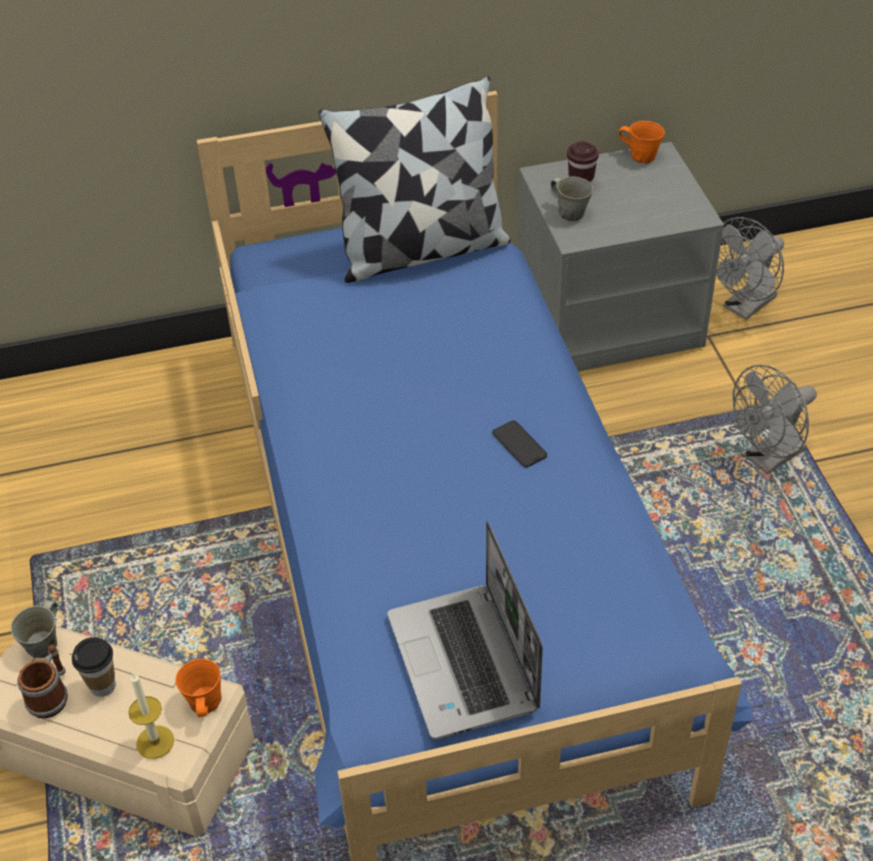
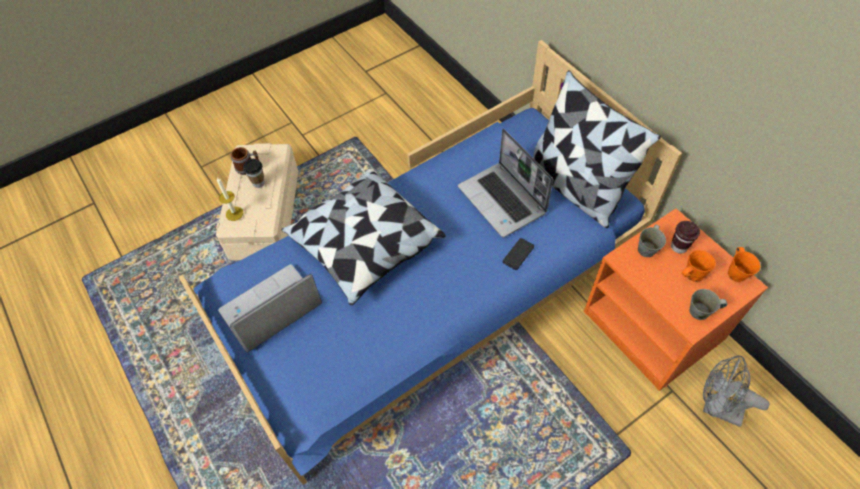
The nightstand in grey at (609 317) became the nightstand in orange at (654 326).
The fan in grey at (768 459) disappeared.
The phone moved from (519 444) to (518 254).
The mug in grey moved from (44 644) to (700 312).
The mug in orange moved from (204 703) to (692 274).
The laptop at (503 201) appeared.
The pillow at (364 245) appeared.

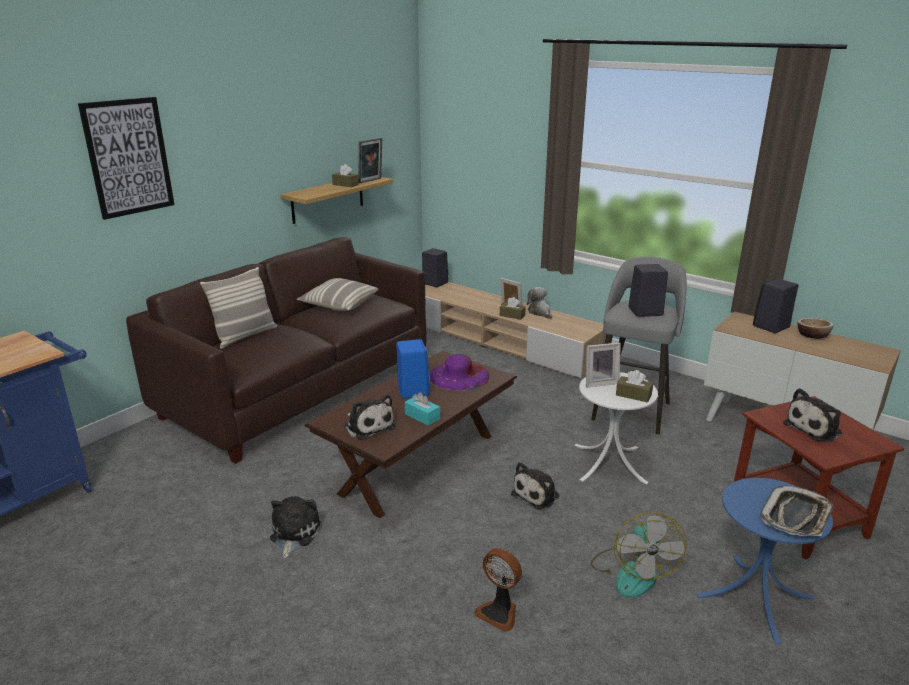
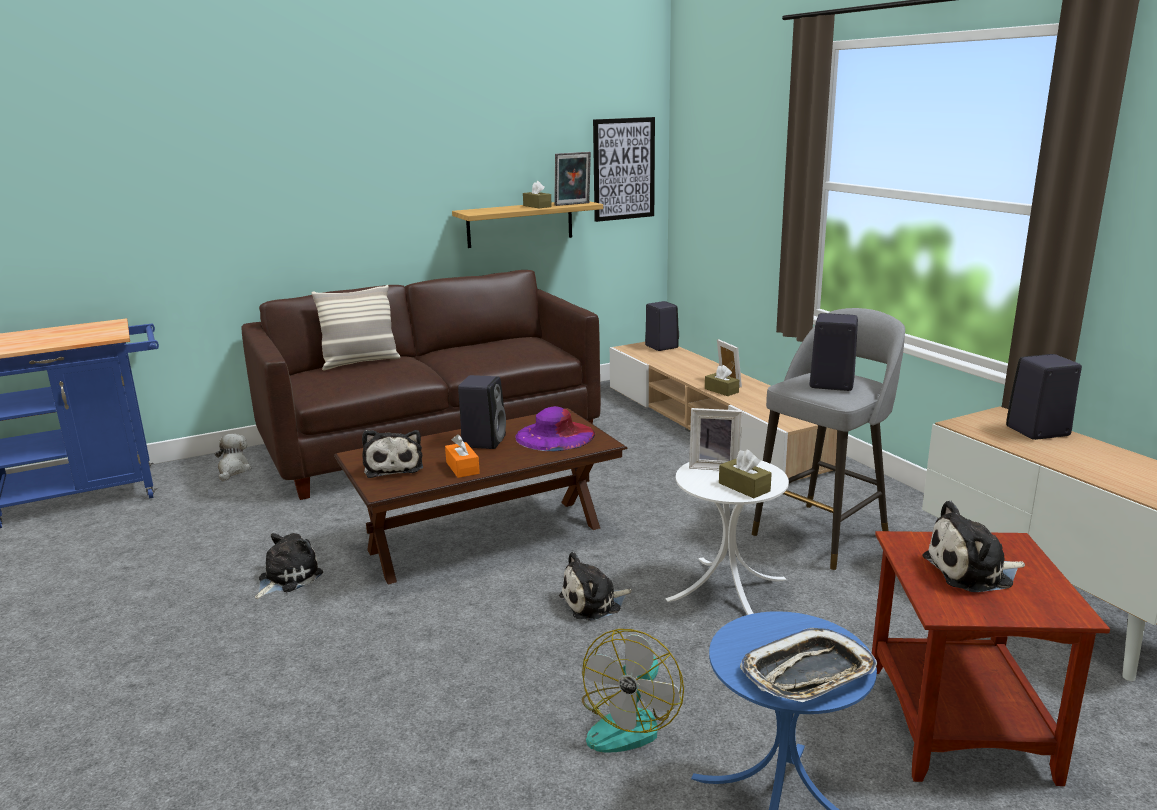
The picture moved from (128 157) to (623 169).
The pillow at (339 305) disappeared.
The plush toy moved from (540 312) to (233 470).
The bowl at (812 335) disappeared.
The speaker in blue at (412 390) became the speaker in black at (484 441).
The tissue box in turquoise at (422 416) became the tissue box in orange at (462 468).
The fan at (499 612) disappeared.

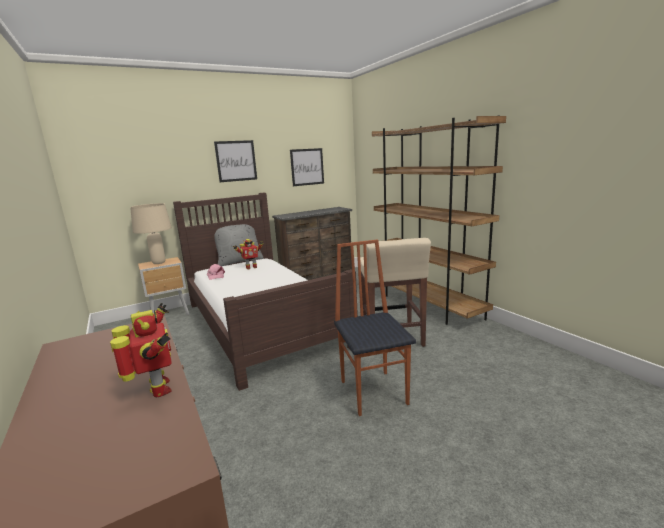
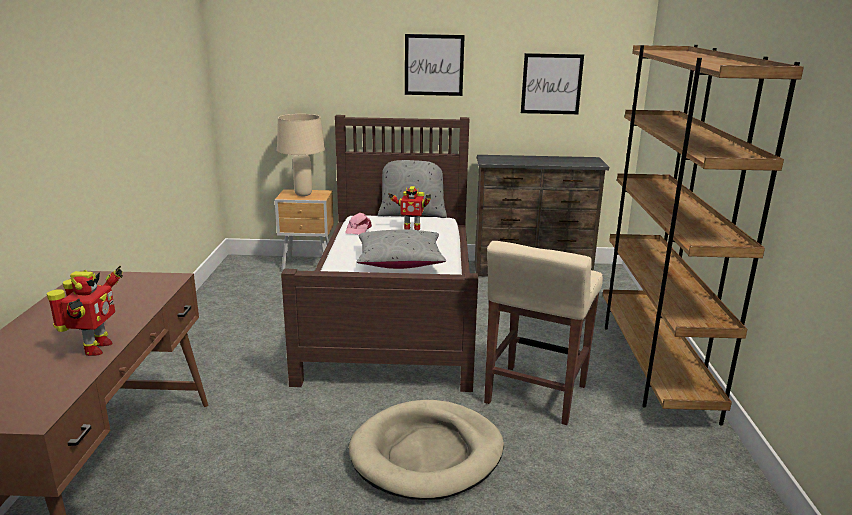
The chair at (374 391) was replaced by the dog bed in beige at (427 454).
The pillow in grey at (400 261) appeared.

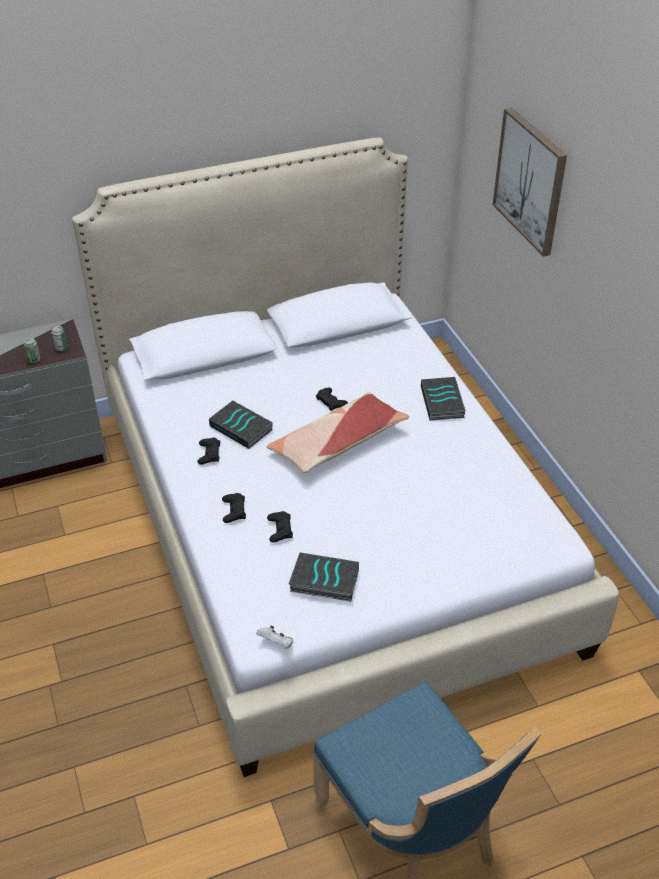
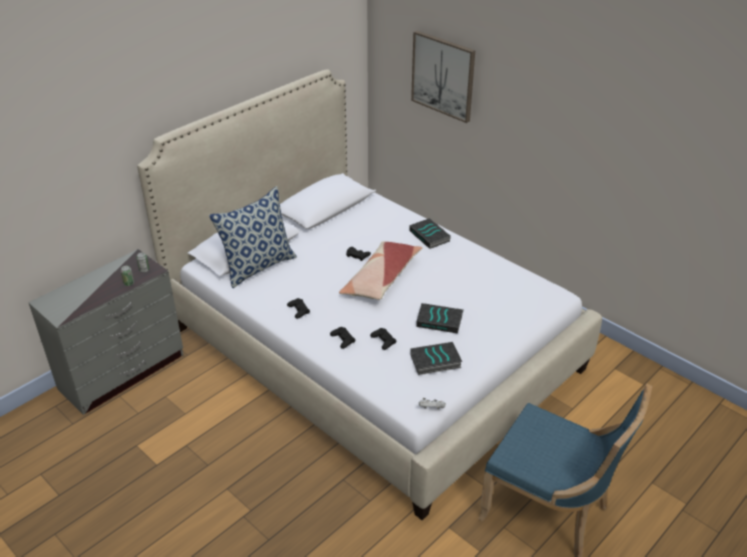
The book moved from (242 428) to (440 320).
The pillow at (258 266) appeared.

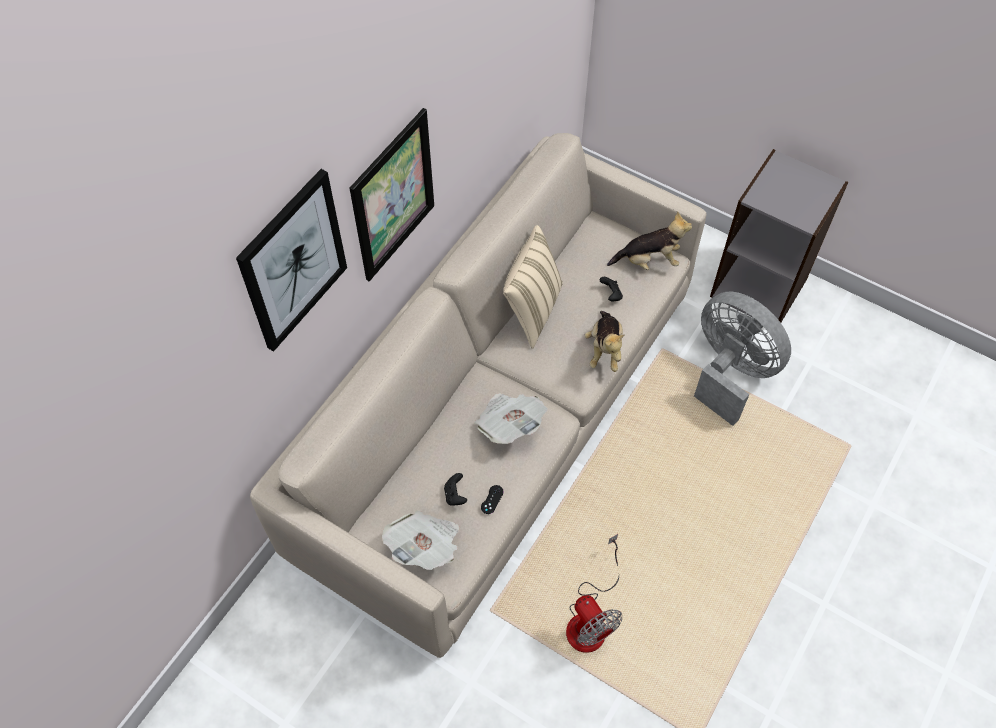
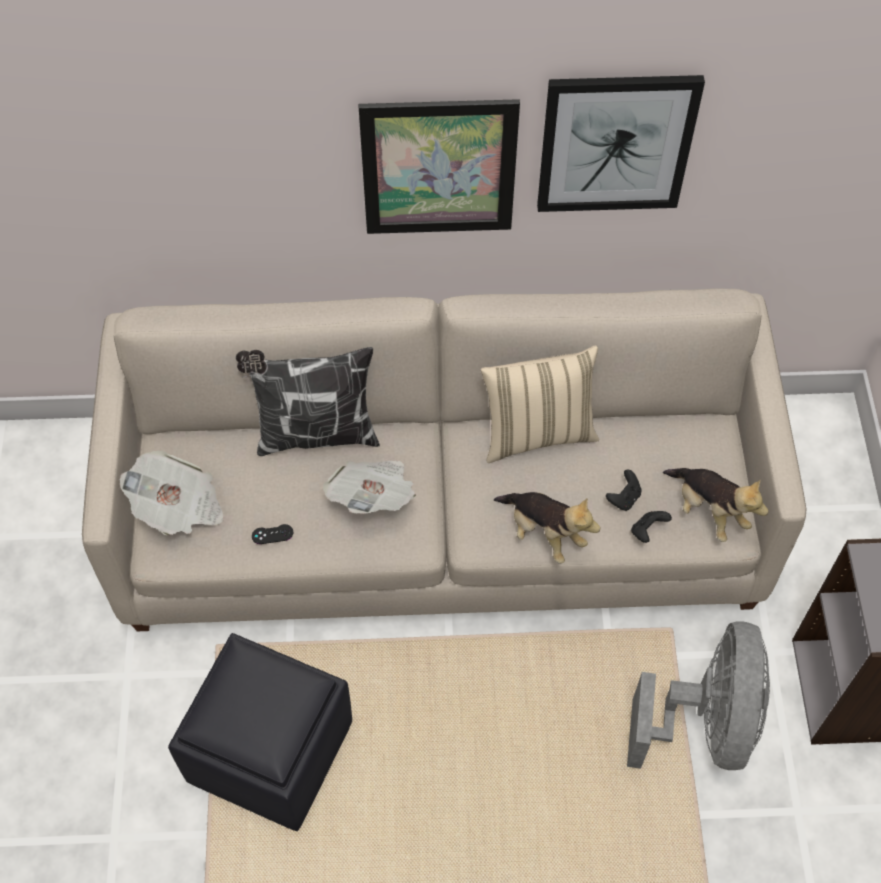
The picture moved from (293 261) to (615 143).
The plush toy at (604 349) turned 105 degrees counterclockwise.
The game controller in black moved from (455 495) to (647 531).
The fan at (590 619) was replaced by the ottoman in black at (272 750).
The pillow at (314 434) appeared.

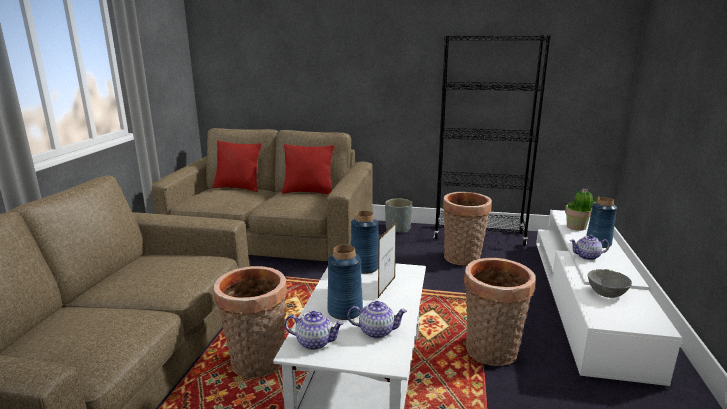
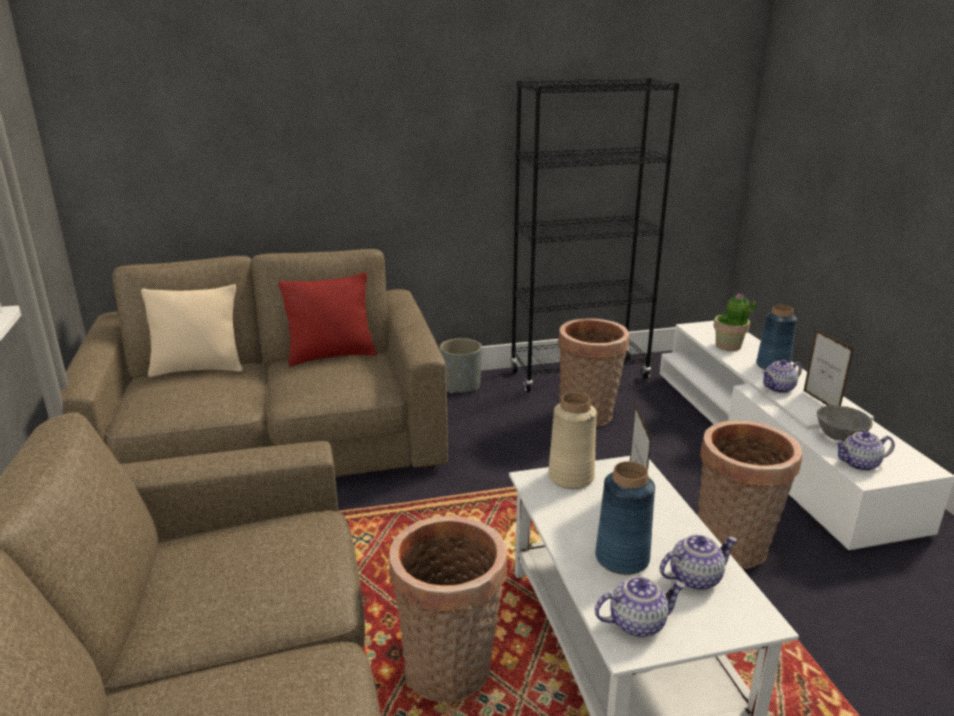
The pillow in red at (238 188) became the pillow in beige at (198 369).
The vase in blue at (364 267) became the vase in beige at (571 477).
The picture frame at (820 402) appeared.
The teapot at (859 464) appeared.

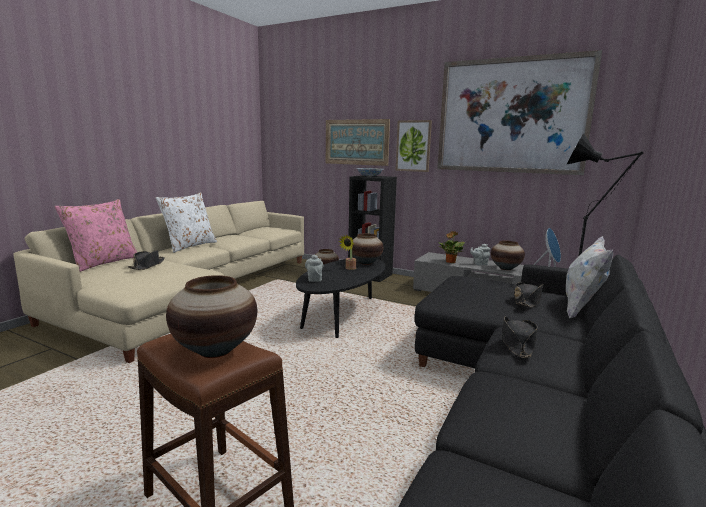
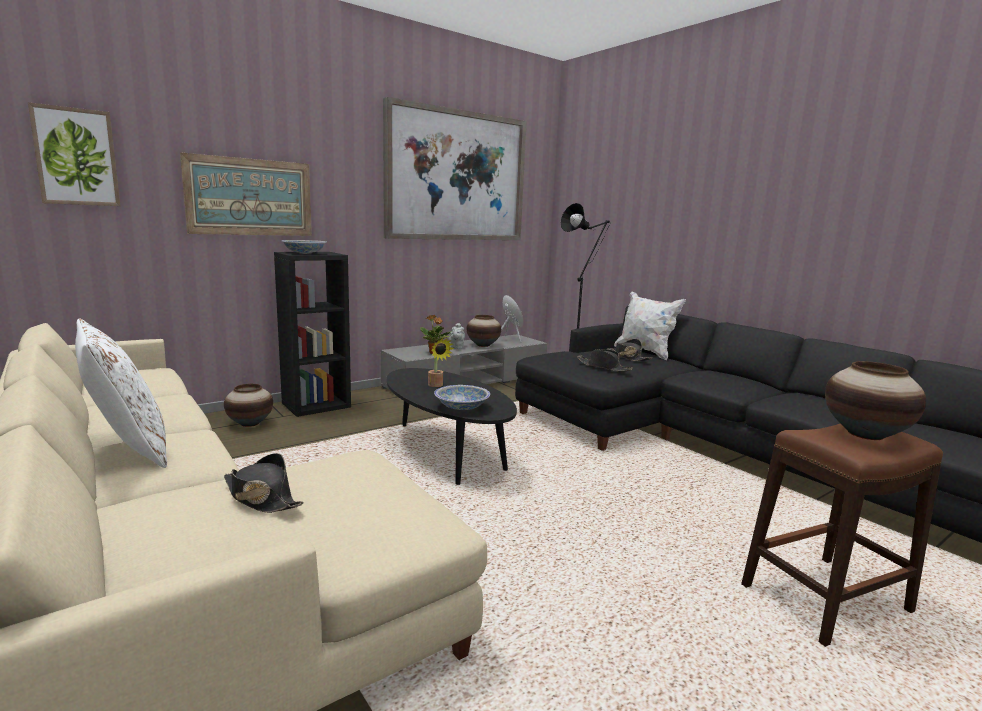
The picture moved from (413 146) to (76 157).
The pillow in pink at (103 263) disappeared.
The vase at (365 263) disappeared.
The teapot in grey at (314 279) was replaced by the bowl at (462 407).
The hat in black moved from (517 343) to (604 367).

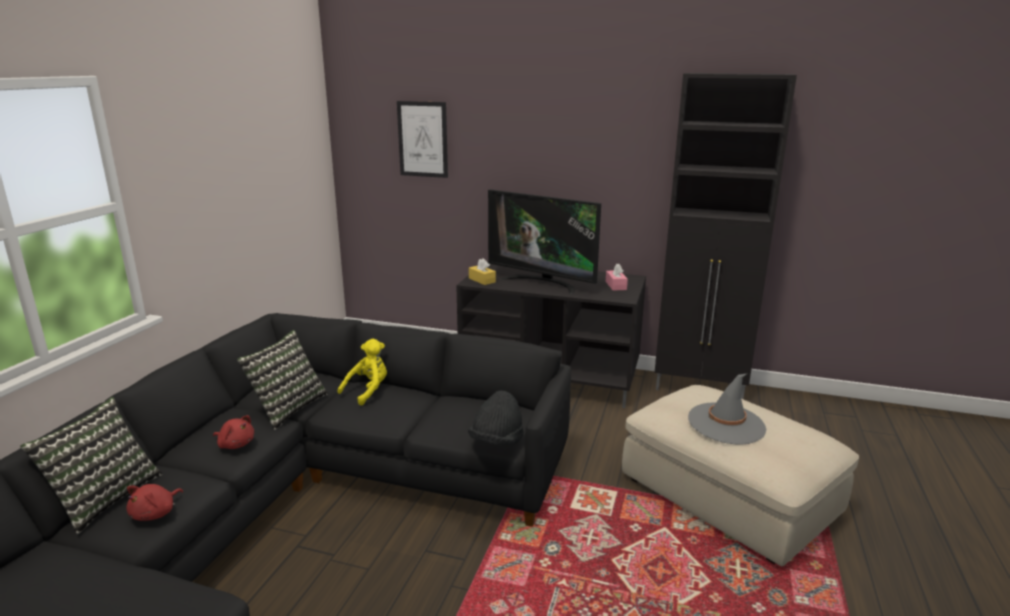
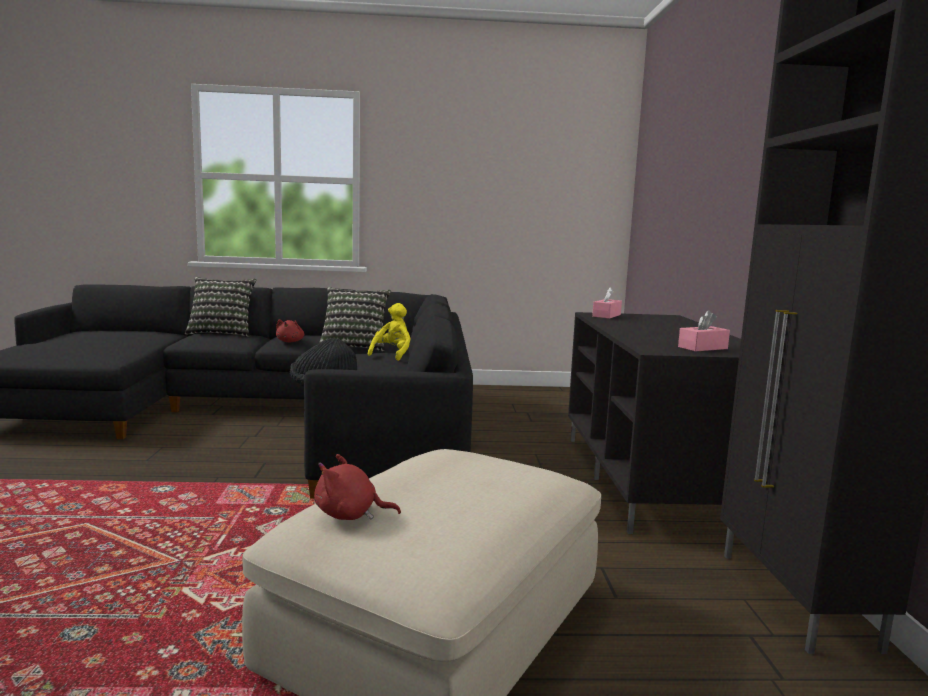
The picture at (422 139) disappeared.
The television at (542 283) disappeared.
The tissue box in yellow at (482 280) became the tissue box in pink at (606 315).
The plush toy in yellow at (368 391) turned 90 degrees counterclockwise.
The hat in grey at (726 424) disappeared.
The plush toy in red moved from (156 513) to (350 515).

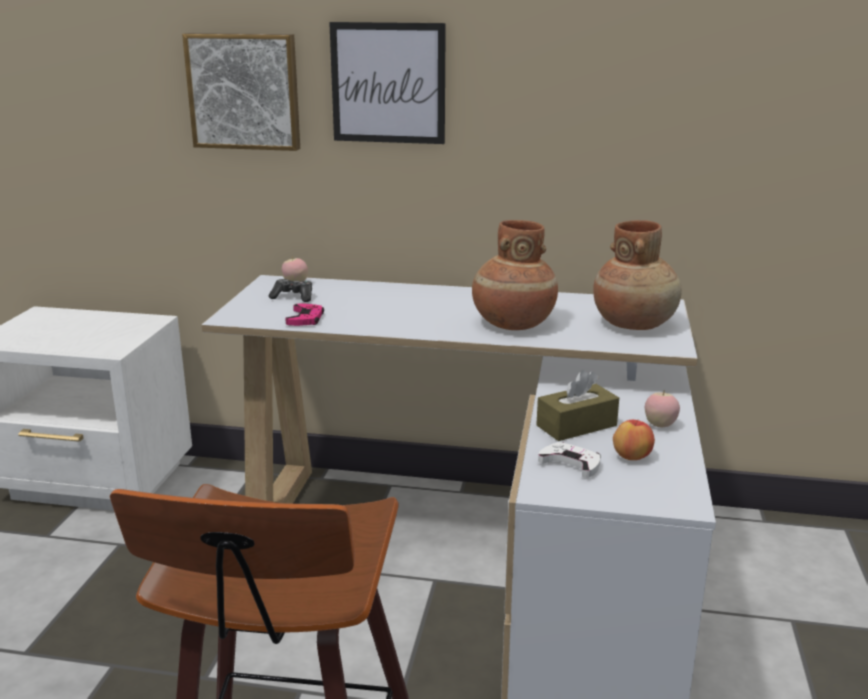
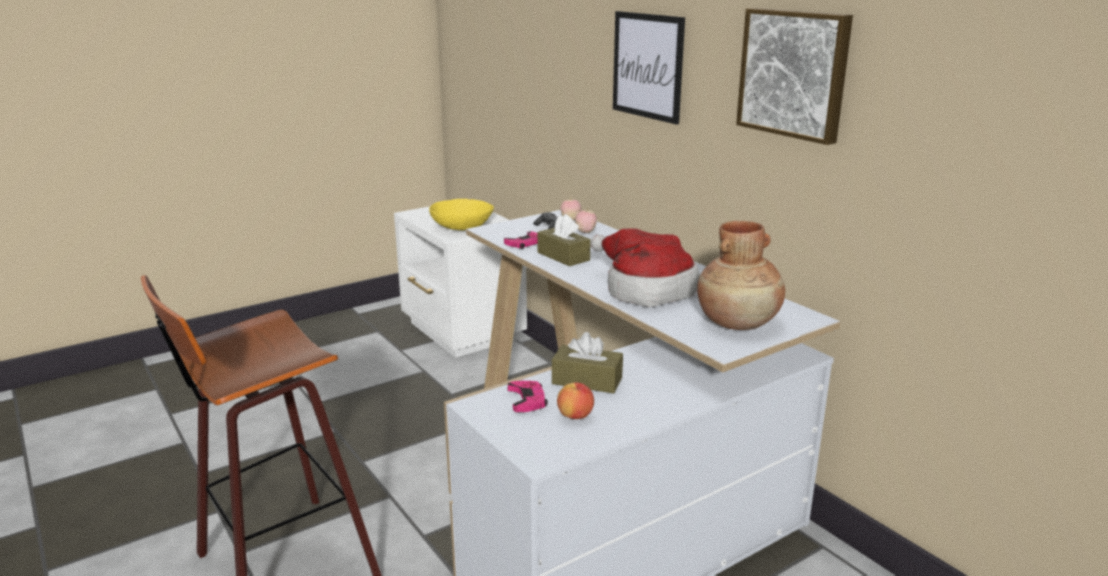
The picture moved from (245 91) to (795 73).
The vase in brown at (512 324) was replaced by the hat at (645 290).
The apple moved from (660 425) to (585 232).
The game controller in white at (571 463) became the game controller in pink at (527 400).
The bowl in yellow at (461 226) appeared.
The tissue box in brown at (563 256) appeared.

